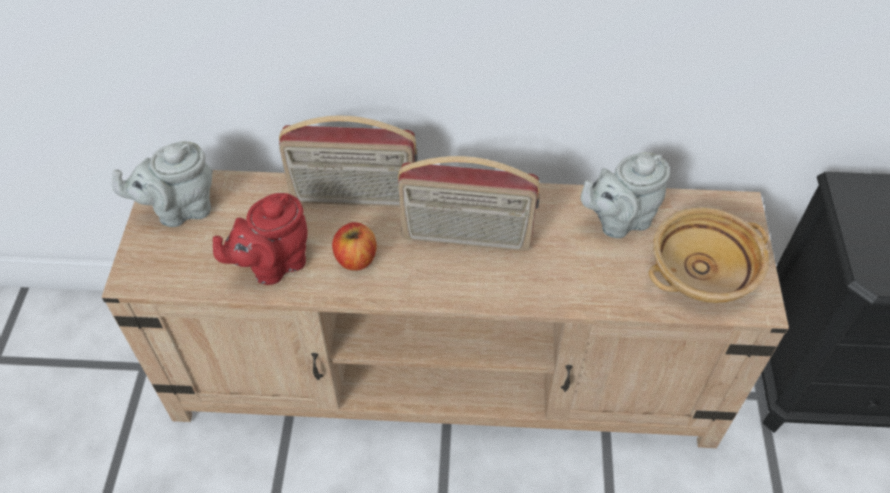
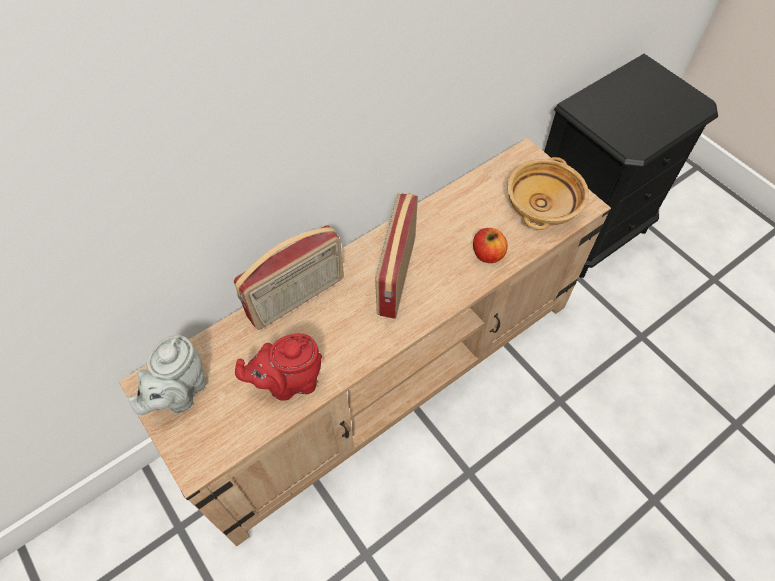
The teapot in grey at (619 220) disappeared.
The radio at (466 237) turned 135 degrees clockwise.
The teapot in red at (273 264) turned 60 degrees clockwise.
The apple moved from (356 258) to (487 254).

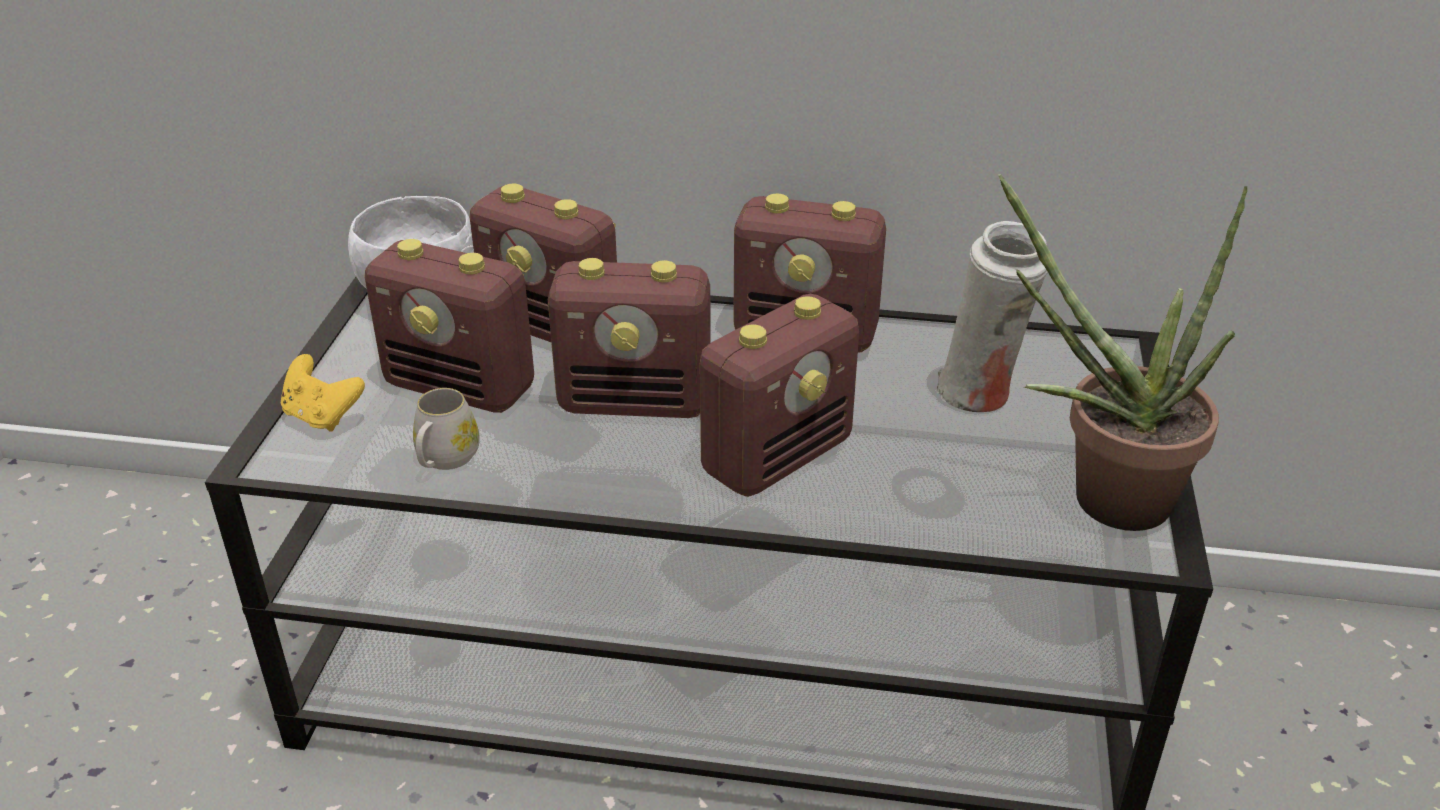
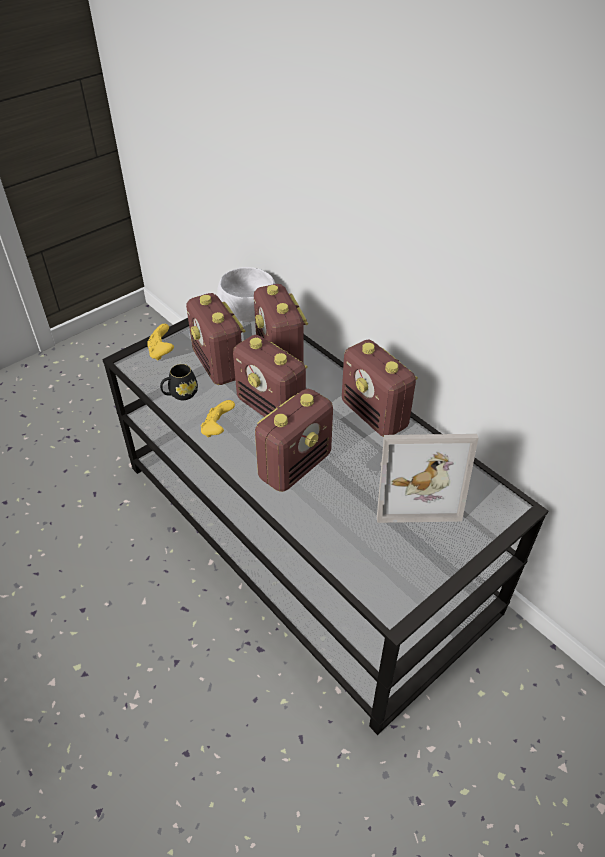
The potted plant at (1099 498) disappeared.
The vase in white at (981 396) was replaced by the picture frame at (414 490).
The radio at (777 456) turned 45 degrees counterclockwise.
The mug in white at (444 460) became the mug in black at (180 394).
The game controller in yellow at (217 429) appeared.

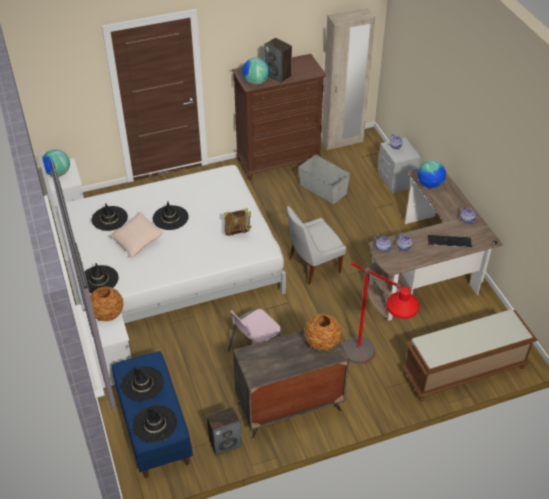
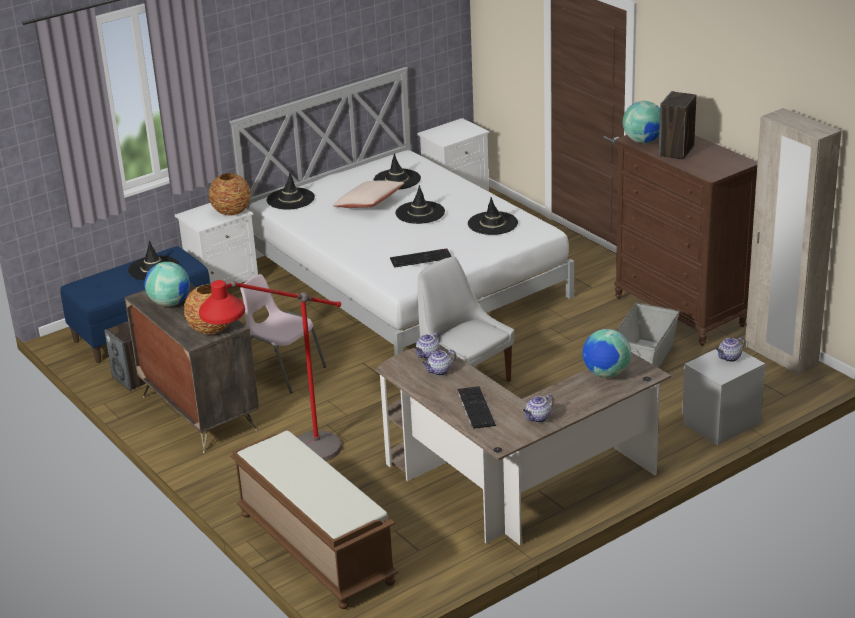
The globe moved from (58 173) to (169 303).
The book at (238 230) was replaced by the keyboard at (421 258).
The hat in black moved from (155 423) to (492 223).

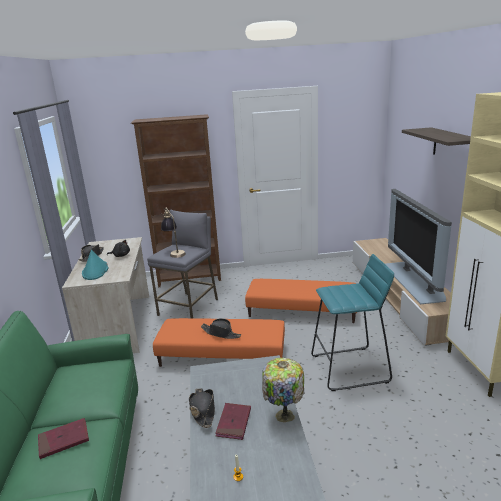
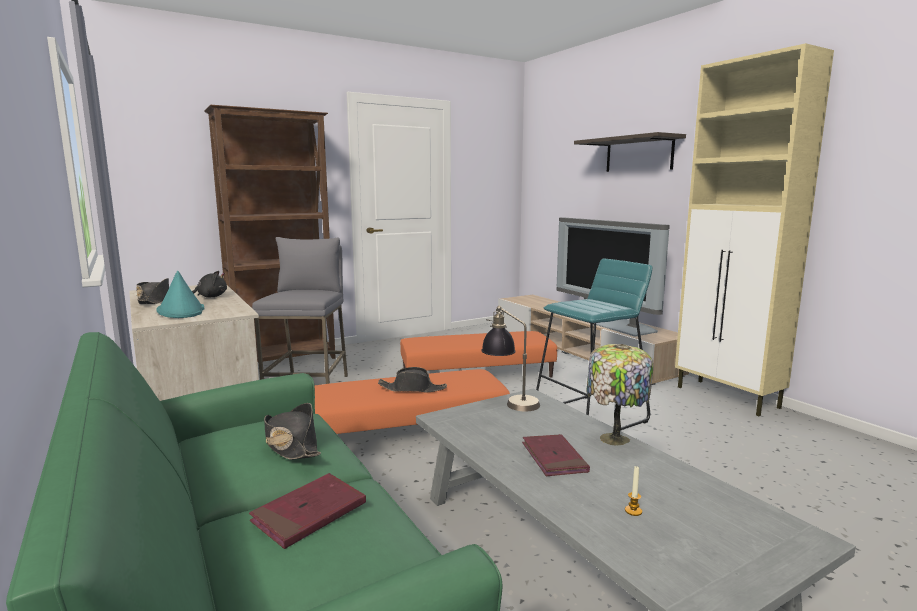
The table lamp moved from (174 252) to (510 401).
The hat in black moved from (203 410) to (291 444).

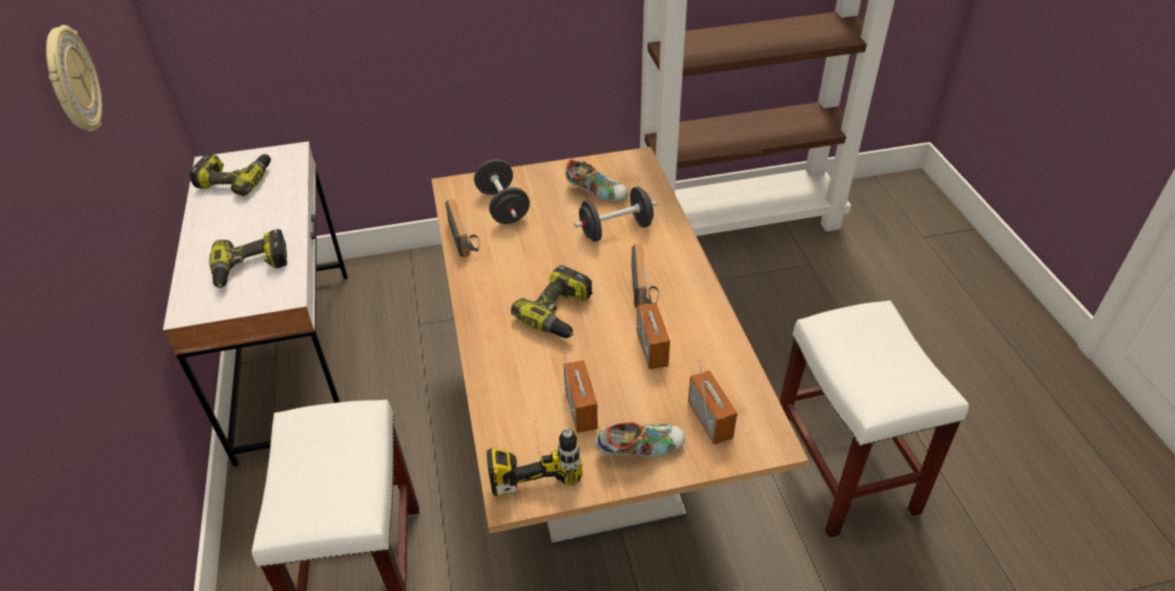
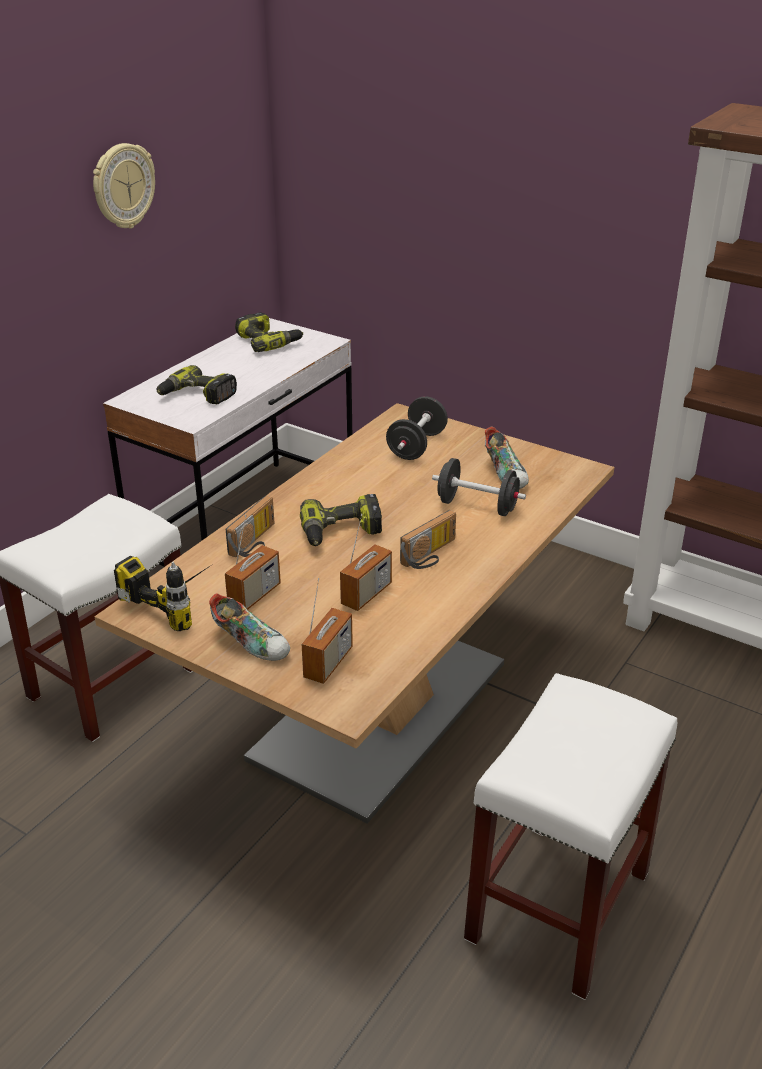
The radio moved from (465 238) to (256 542).

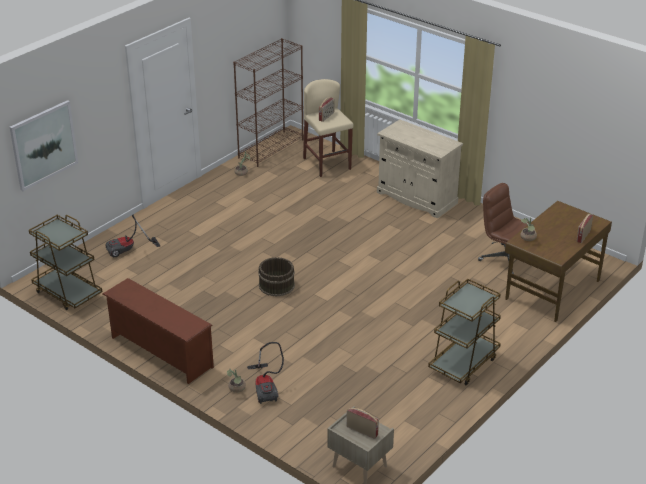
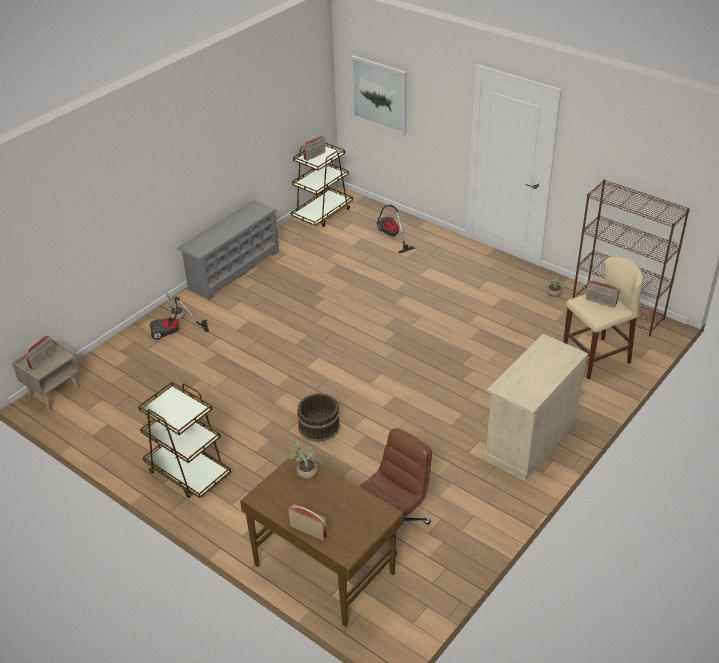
The bucket in brown moved from (276 285) to (318 426).
The shoe rack in brown at (160 352) became the shoe rack in grey at (233 269).
The radio at (315 156) appeared.

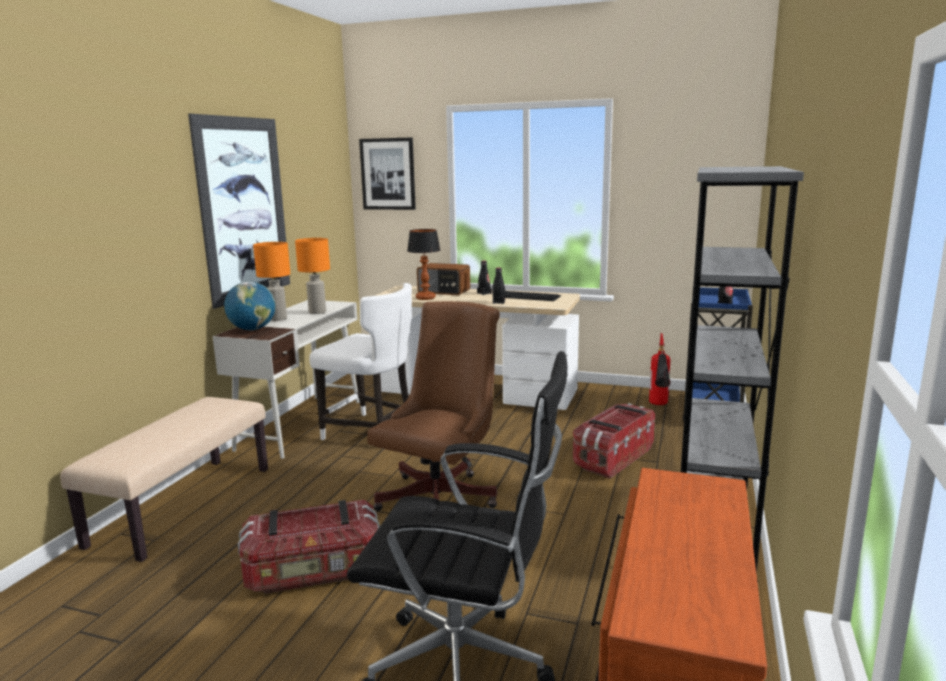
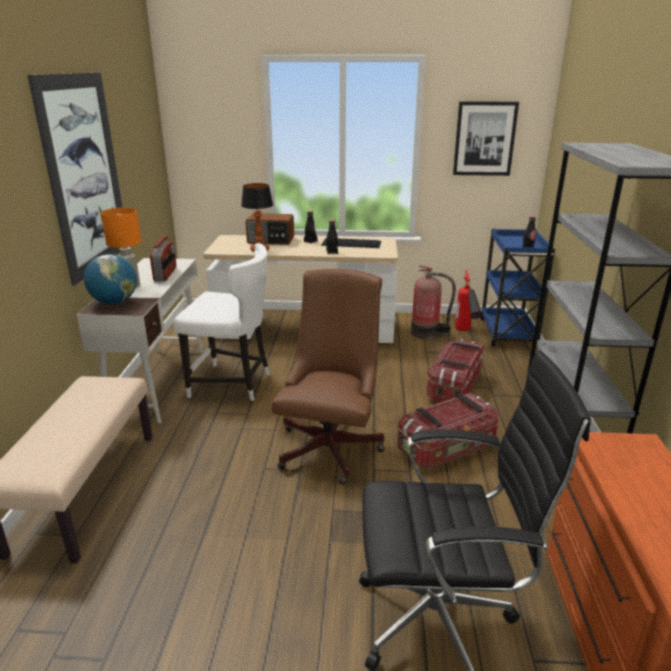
The picture moved from (388 174) to (484 139).
The table lamp in orange at (317 312) was replaced by the radio at (166 274).
The storage box moved from (314 572) to (448 449).
The fire extinguisher at (427 333) appeared.

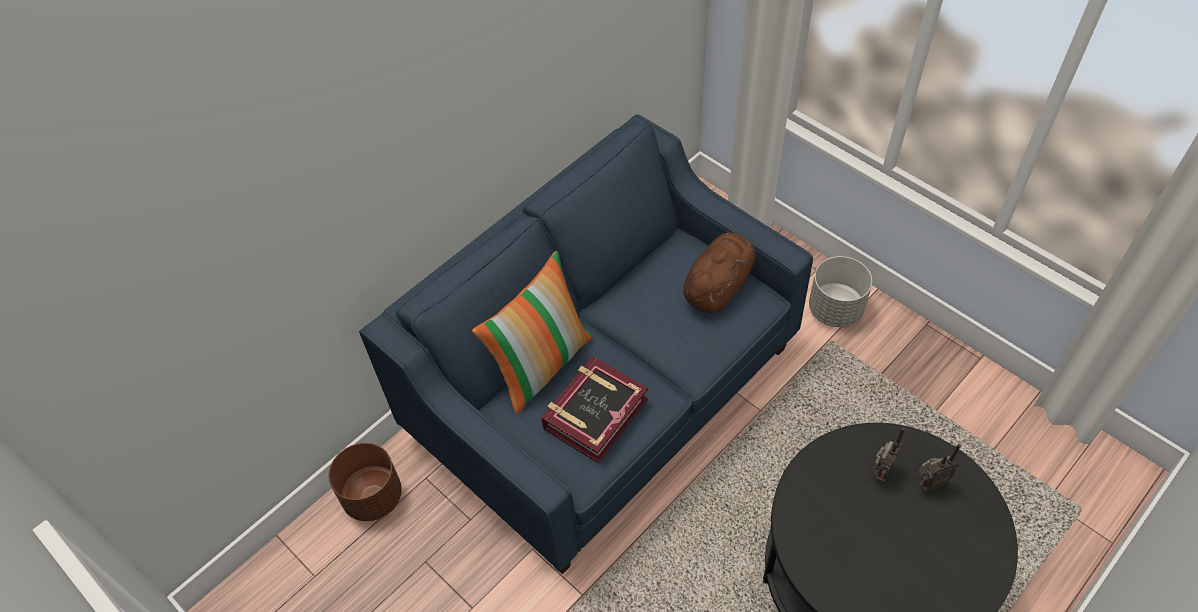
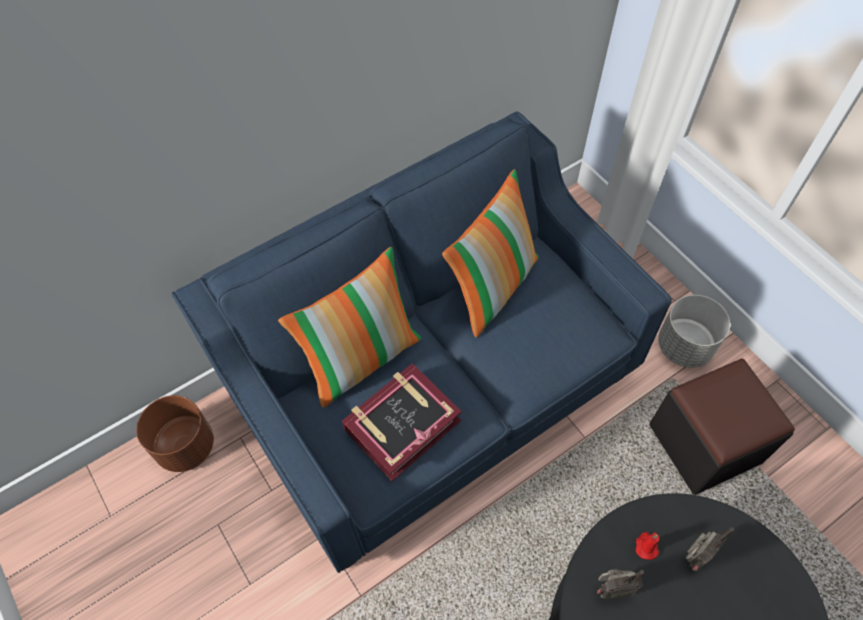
The plush toy in brown at (719 285) disappeared.
The radio moved from (929 484) to (611 589).
The pillow at (492 286) appeared.
The ottoman in black at (704 443) appeared.
The candle in red at (646 545) appeared.

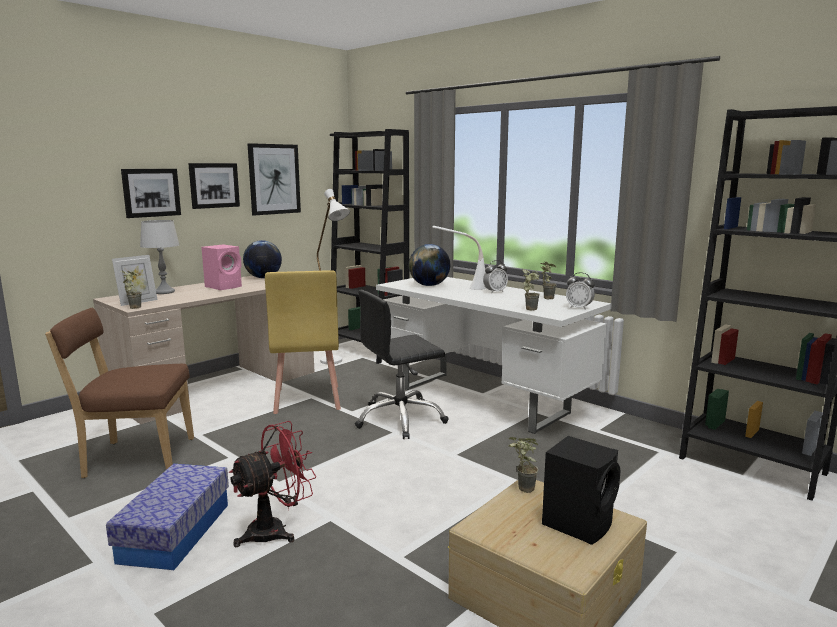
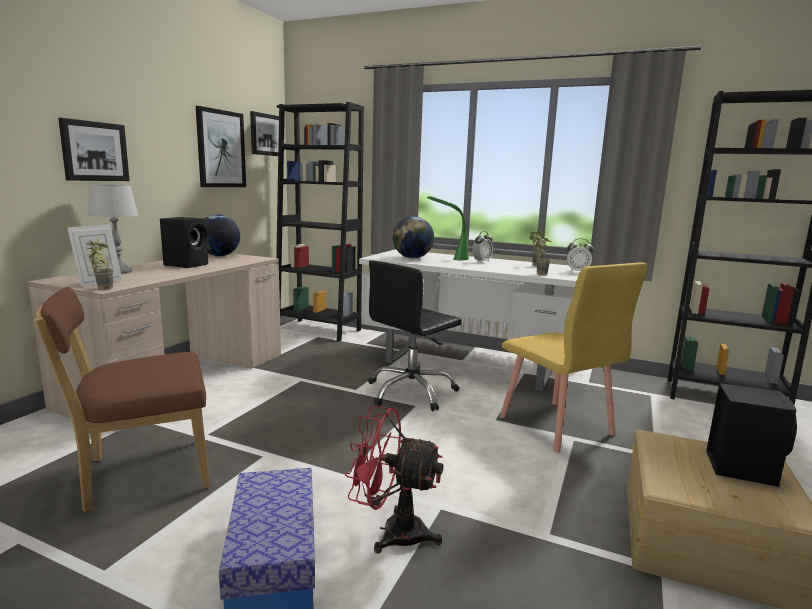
The picture moved from (214 185) to (266 134).
The floor lamp in white at (335 363) disappeared.
The table lamp in white at (459 289) became the table lamp in green at (447 260).
The speaker in pink at (224 286) became the speaker in black at (187 265).
The chair in yellow moved from (306 399) to (556 426).
The fan in red at (275 530) turned 105 degrees counterclockwise.
The potted plant at (521 489) disappeared.

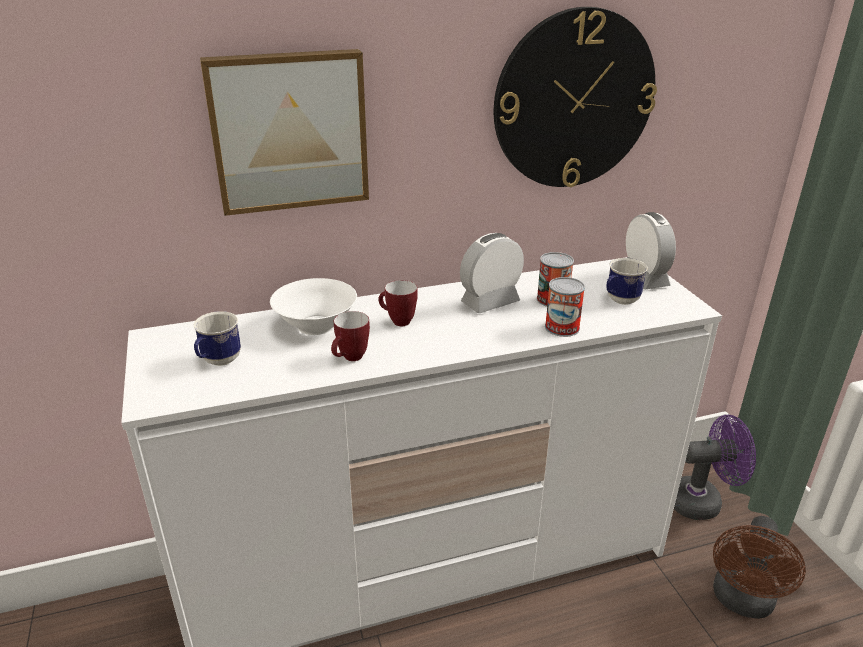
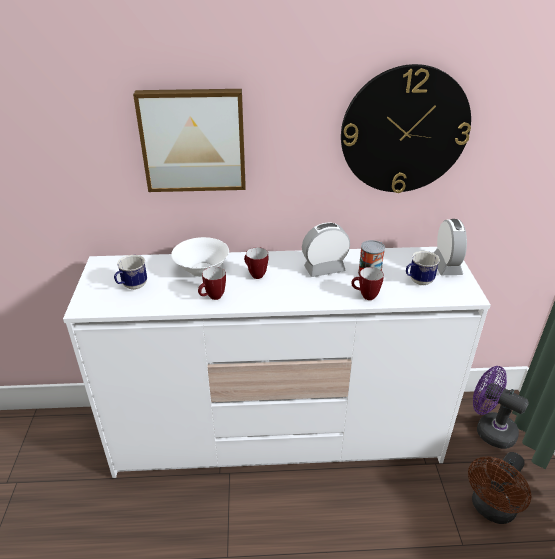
The can at (562 327) was replaced by the mug at (365 296).
The fan in purple at (702 501) turned 150 degrees counterclockwise.

